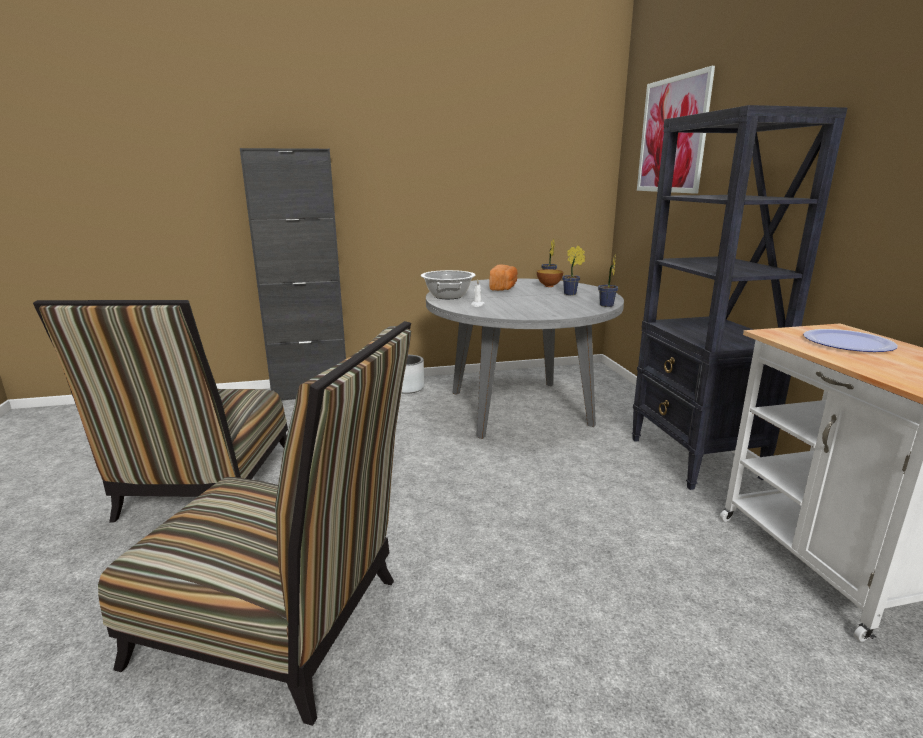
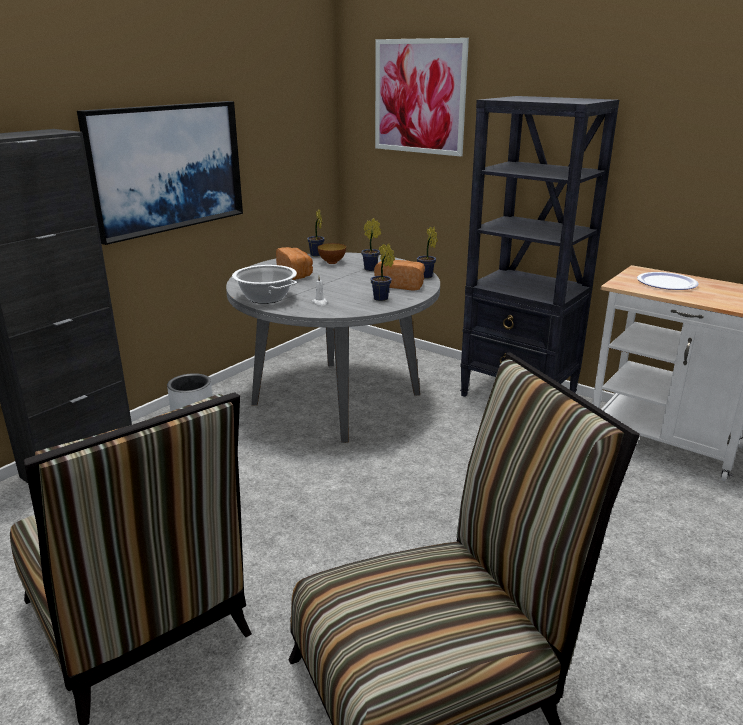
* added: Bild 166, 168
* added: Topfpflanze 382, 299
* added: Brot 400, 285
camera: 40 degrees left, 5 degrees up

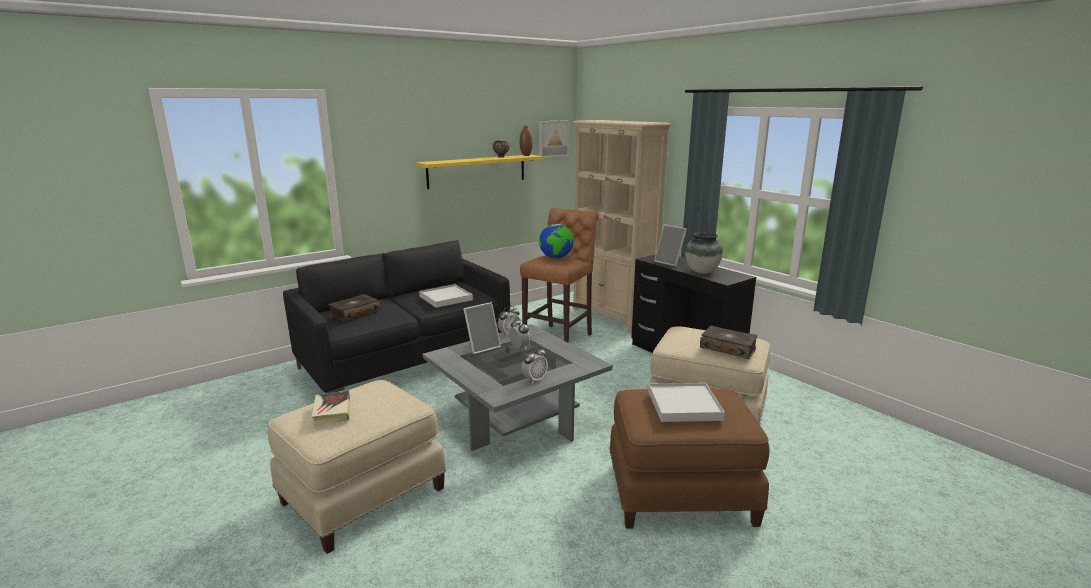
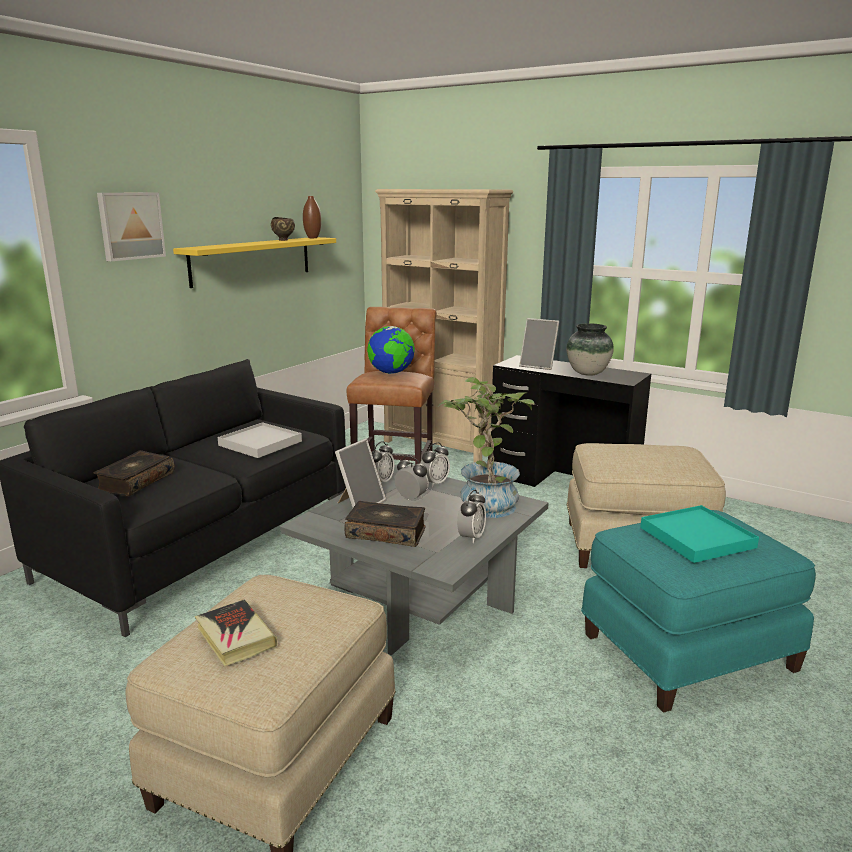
* added: Wecker 434, 483
* added: Topfpflanze 485, 502
* moved: Bild 552, 138 to 130, 226
* moved: Buch 728, 348 to 386, 532
* recoloured: Polsterhocker [braun] 680, 492 to Polsterhocker [türkis] 686, 650
* recoloured: Tablett [weiß] 684, 405 to Tablett [türkis] 697, 537
camera: 20 degrees left, 0 degrees up

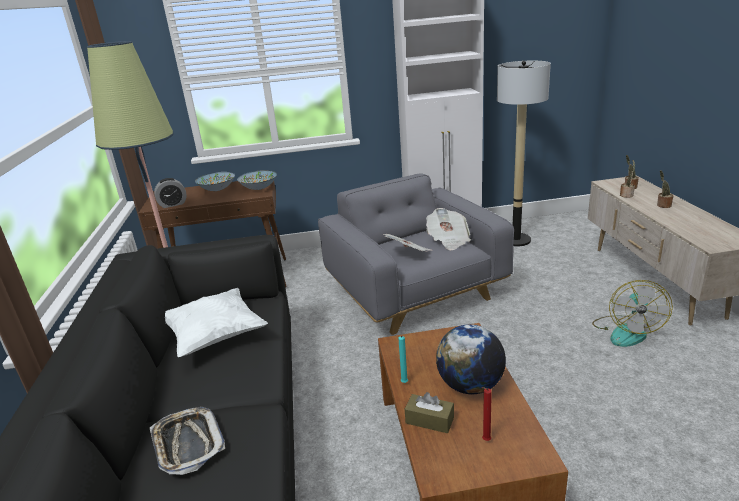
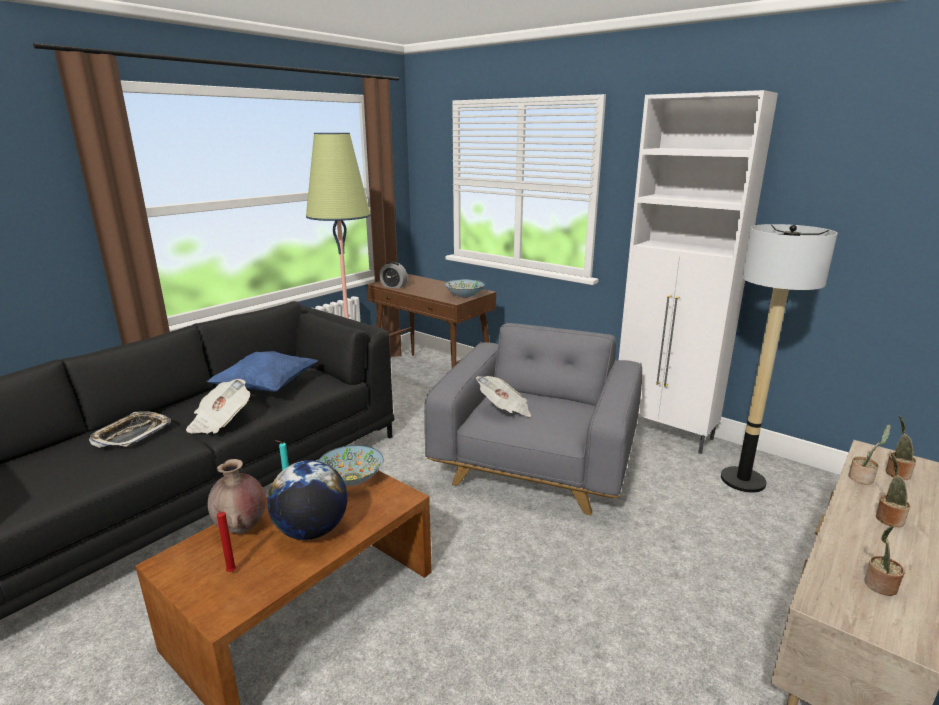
* removed: Ventilator 626, 331
* added: Topfpflanze 879, 586
* moved: Schüssel 217, 189 to 351, 479
* moved: Zeitung 448, 240 to 220, 422
* replaced: Taschentuchbox [braun] 429, 420 to Vase [braun] 242, 529
* recoloured: Kissen [weiß] 215, 336 to Kissen [blau] 266, 387
camera: 45 degrees right, 5 degrees down

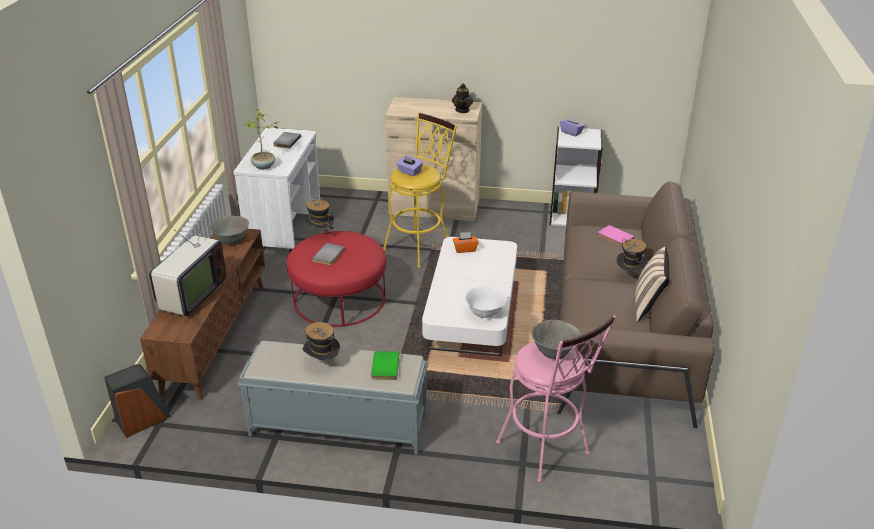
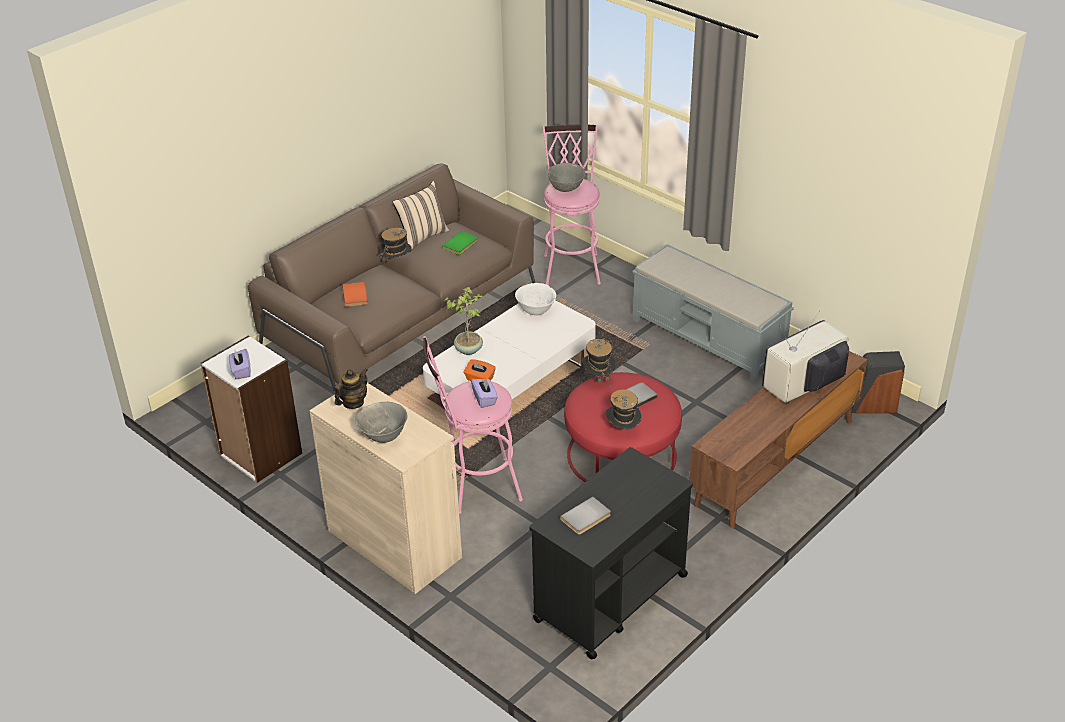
* moved: Schüssel [grau] 231, 240 to 383, 436
* moved: Topfpflanze 264, 166 to 468, 349
* moved: Hut 322, 363 to 598, 379
* moved: Buch [grün] 384, 367 to 461, 244
* recoloured: Rollwagen [weiß] 284, 226 to Rollwagen [schwarz] 610, 598
* recoloured: Hocker [gelb] 421, 246 to Hocker [rosa] 475, 486
* recoloured: Buch [rosa] 614, 237 to Buch [orange] 356, 295
camera: 145 degrees left, 5 degrees up

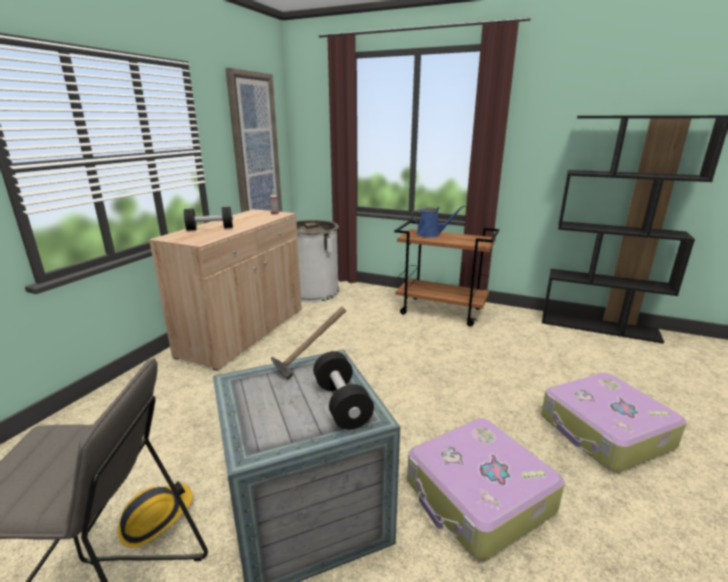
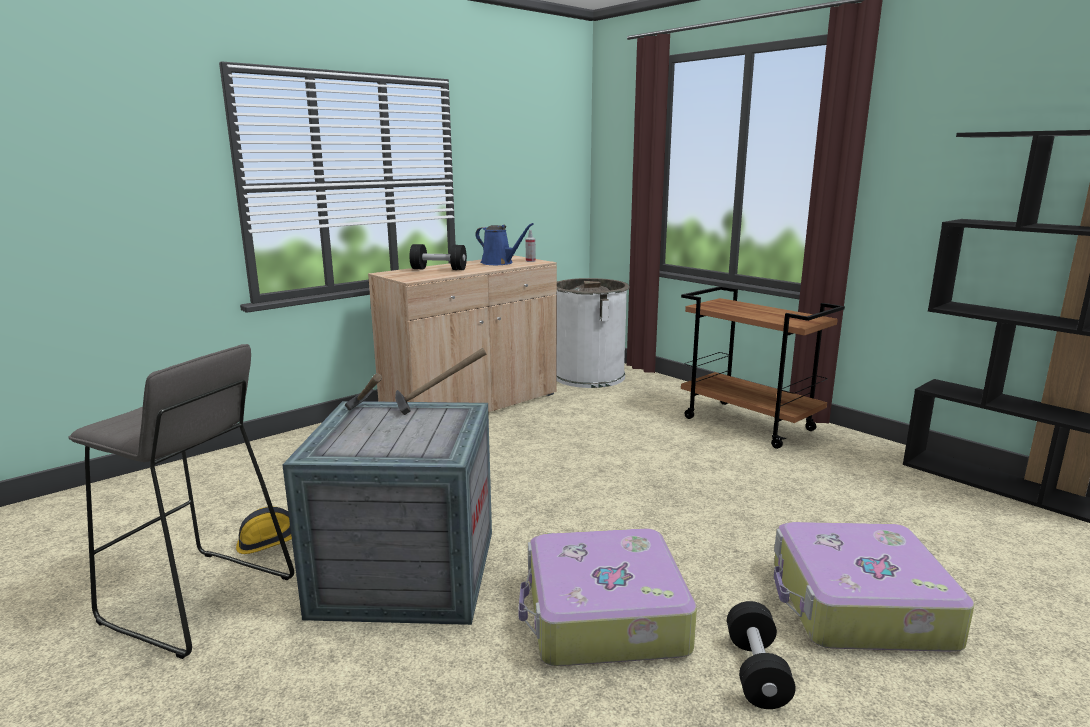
* removed: Bild 255, 151
* added: Hammer 369, 419
* moved: Hantel [schwarz] 341, 404 to 756, 671
* moved: Gießkanne [blau] 431, 234 to 499, 263
camera: 25 degrees right, 5 degrees down

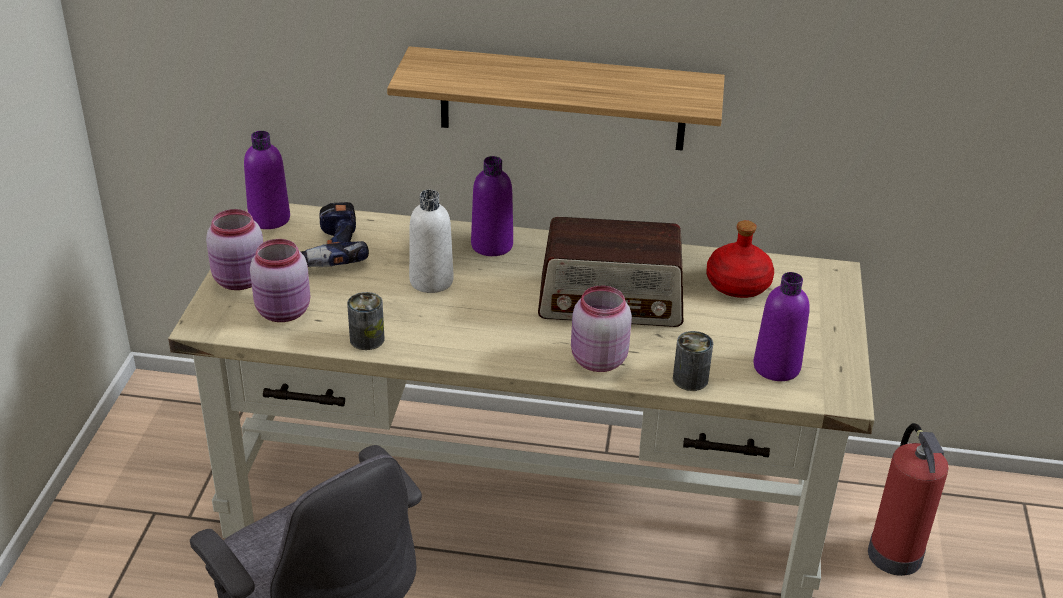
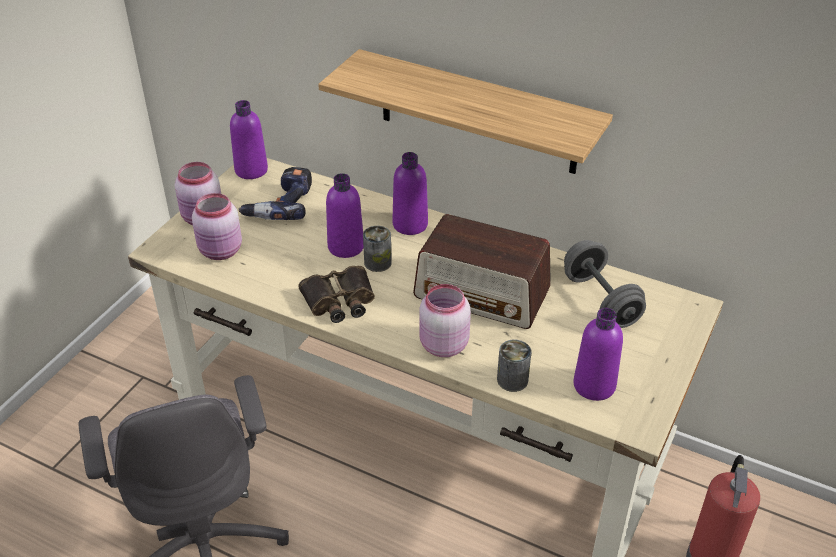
* added: Fernglas 339, 301
* moved: Dose 367, 339 to 377, 262
* replaced: Flasche [rot] 738, 284 to Hantel [grau] 600, 300
* recoloured: Flasche [weiß] 431, 281 to Flasche [lila] 346, 247
camera: 20 degrees right, 5 degrees up

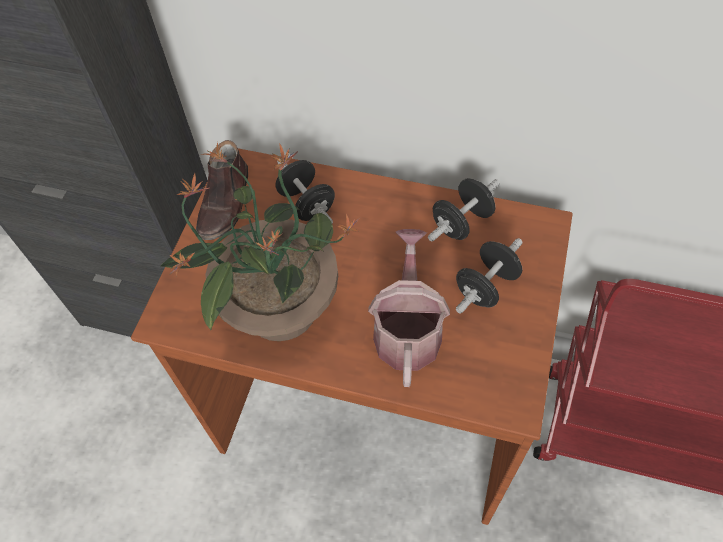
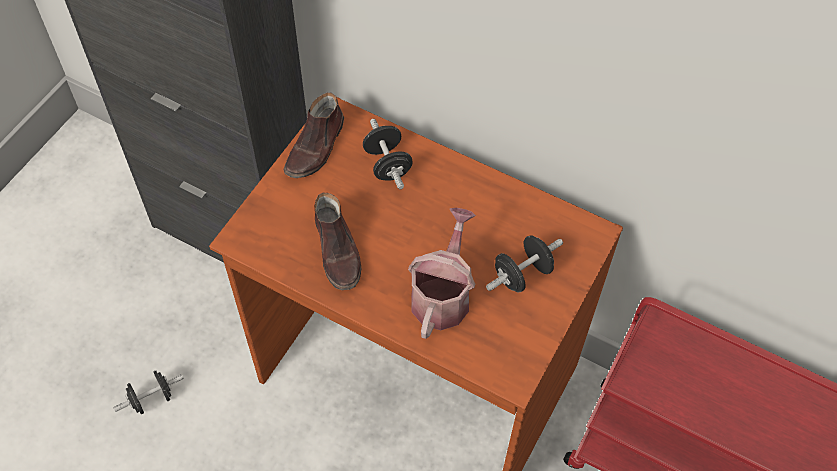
* moved: Hantel [schwarz] 461, 222 to 152, 398
* replaced: Topfpflanze 278, 308 to Schuh [braun] 338, 251
camera: 10 degrees right, 0 degrees up

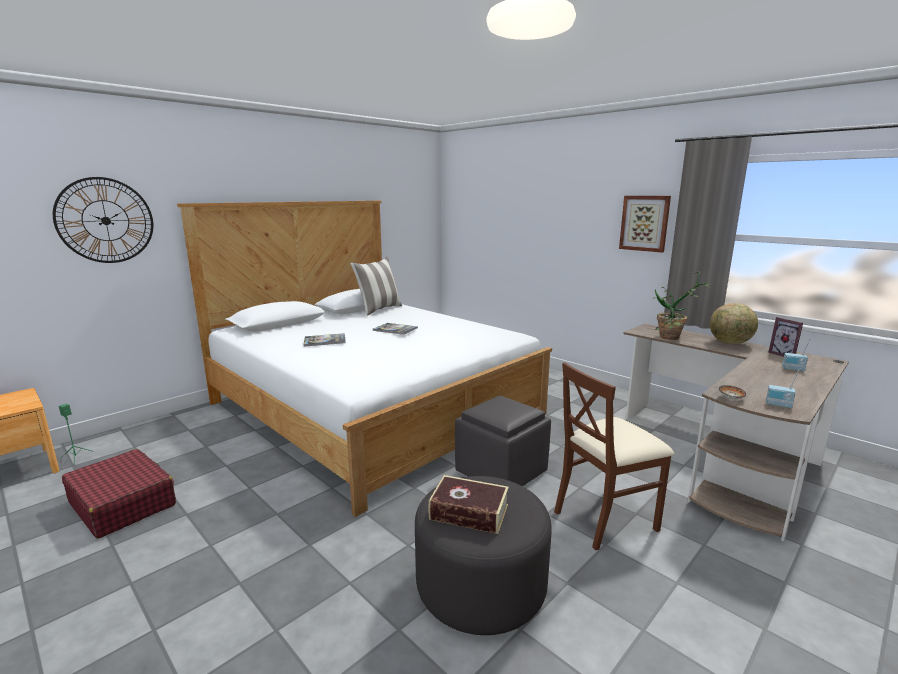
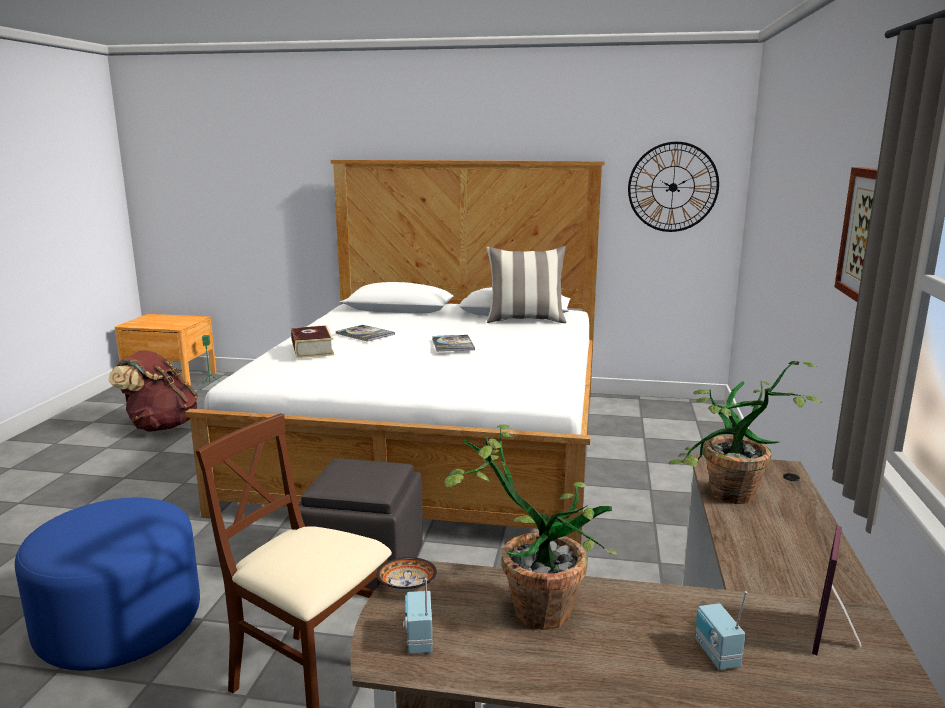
* removed: Globus 730, 343
* added: Topfpflanze 530, 605
* moved: Wanduhr 105, 220 to 673, 187
* moved: Buch 469, 512 to 312, 349
* replaced: Koffer [rot] 122, 503 to Rucksack [braun] 160, 426
* recoloured: Polsterhocker [grau] 480, 586 to Polsterhocker [blau] 120, 624
camera: 55 degrees right, 0 degrees up

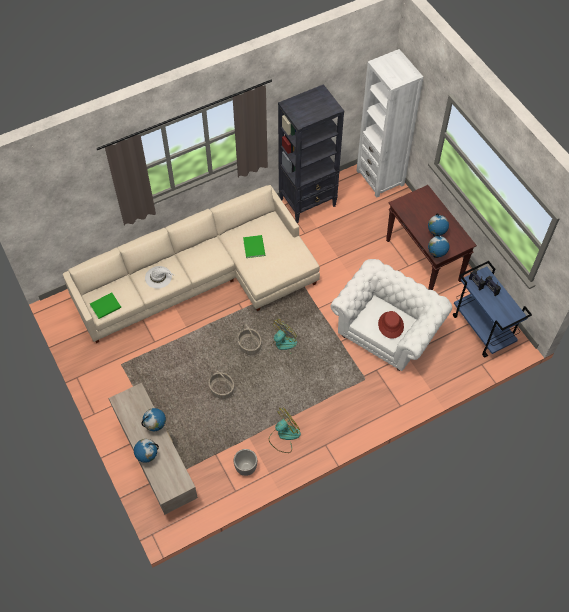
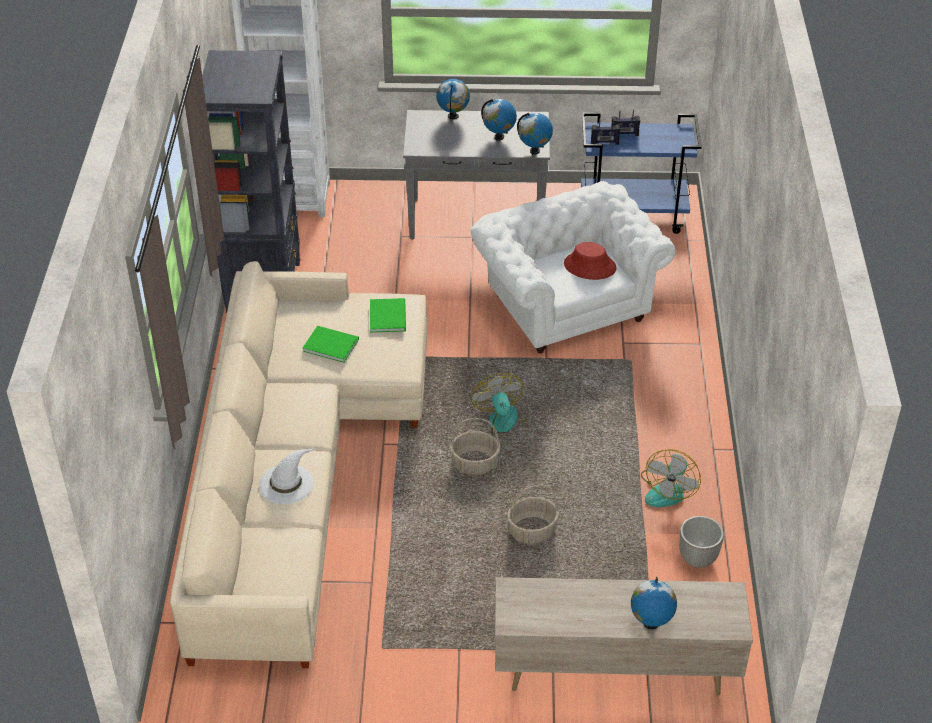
* moved: Buch [grün] 106, 306 to 389, 315
* moved: Globus 156, 426 to 453, 116
* recoloured: Konsolentisch [braun] 424, 261 to Konsolentisch [grau] 477, 219
* turned: Ventilator 284, 435 = 668, 489 150 degrees counterclockwise
camera: 60 degrees left, 15 degrees down

